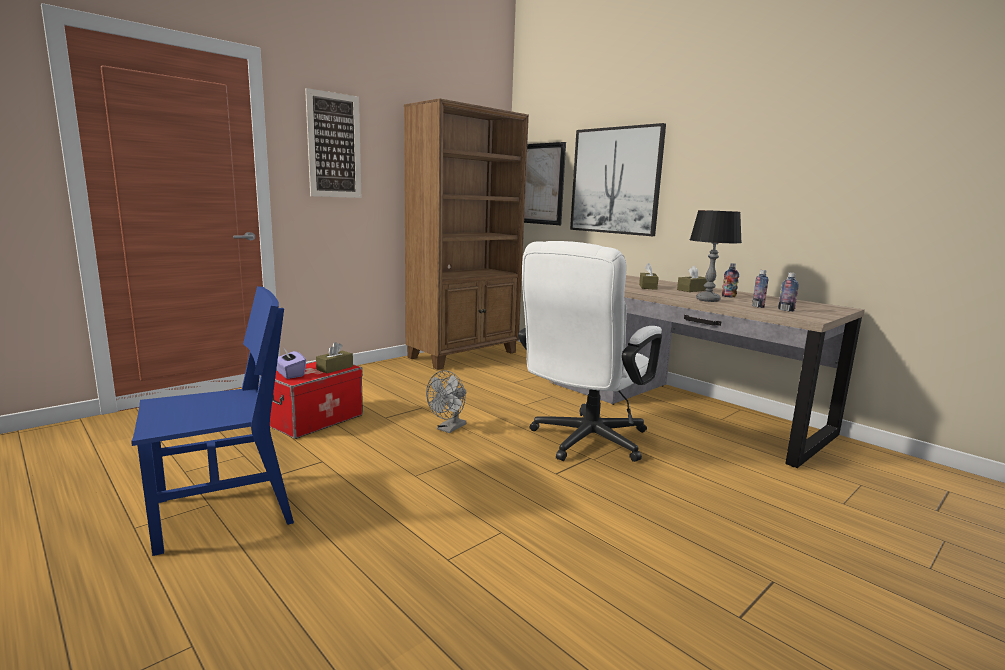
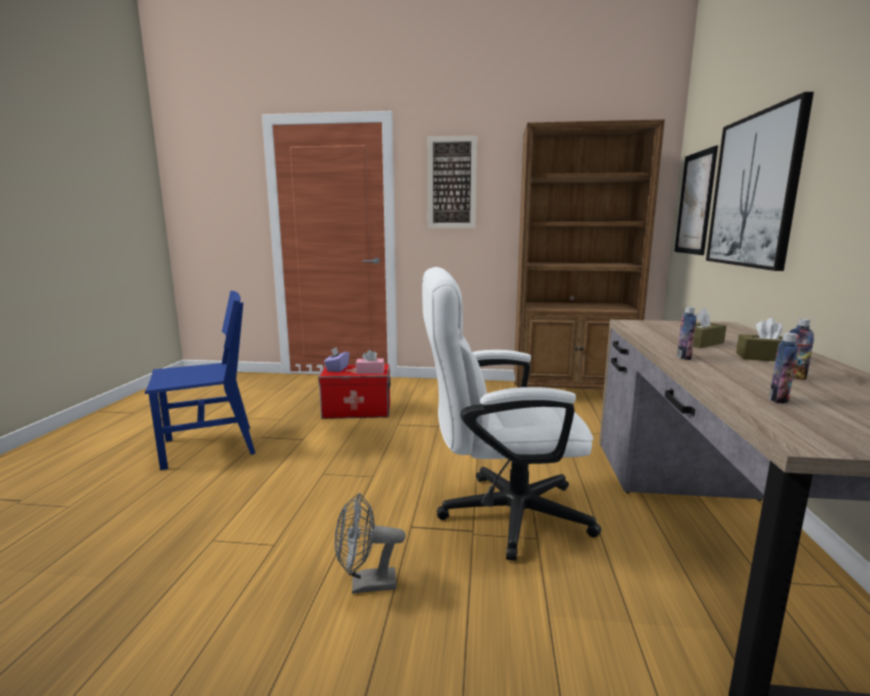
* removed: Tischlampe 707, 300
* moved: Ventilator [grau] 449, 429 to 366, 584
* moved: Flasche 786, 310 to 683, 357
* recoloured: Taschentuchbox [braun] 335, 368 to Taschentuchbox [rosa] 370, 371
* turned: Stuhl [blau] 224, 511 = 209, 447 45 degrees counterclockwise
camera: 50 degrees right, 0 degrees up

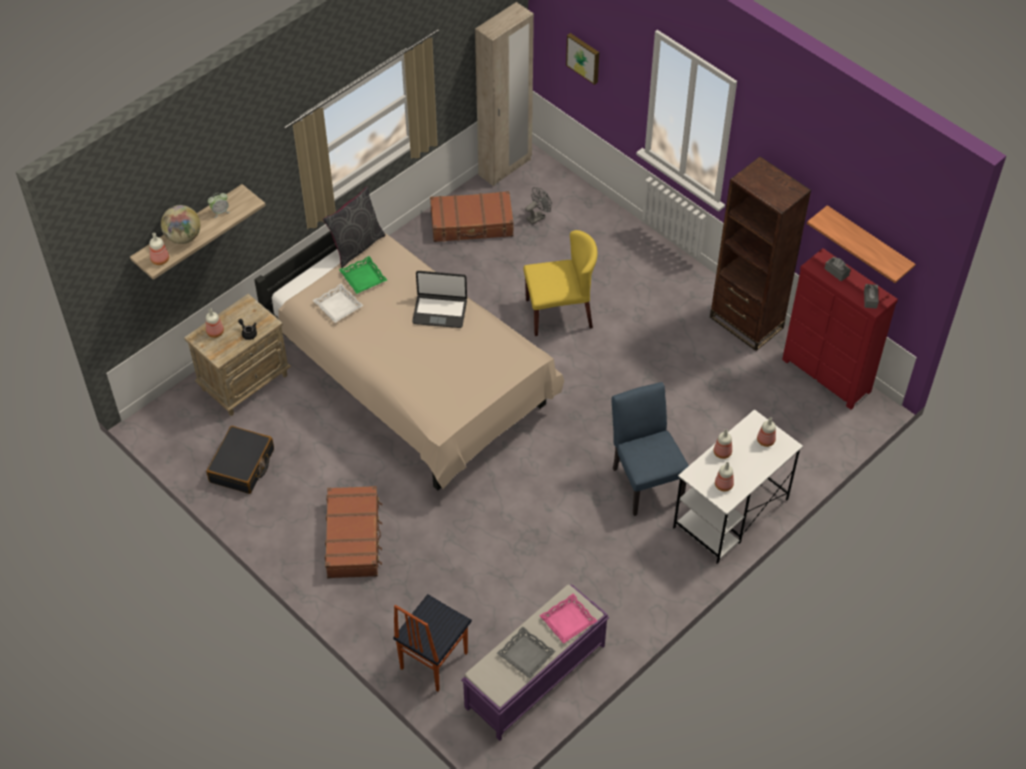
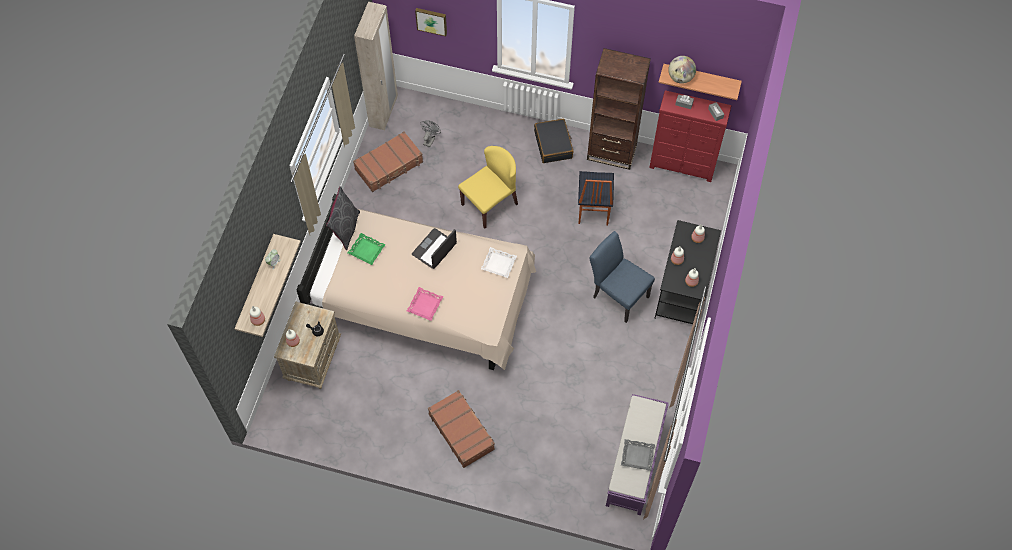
* moved: Globus 183, 237 to 680, 77
* moved: Koffer [schwarz] 242, 466 to 553, 145
* moved: Tablett [weiß] 338, 306 to 498, 264
* moved: Stuhl 432, 660 to 592, 210
* moved: Tablett [rosa] 568, 621 to 425, 305
* recoloured: Schreibtisch [weiß] 730, 514 to Schreibtisch [schwarz] 682, 290
* turned: Laptop 440, 311 = 434, 249 150 degrees clockwise
camera: 30 degrees left, 10 degrees up

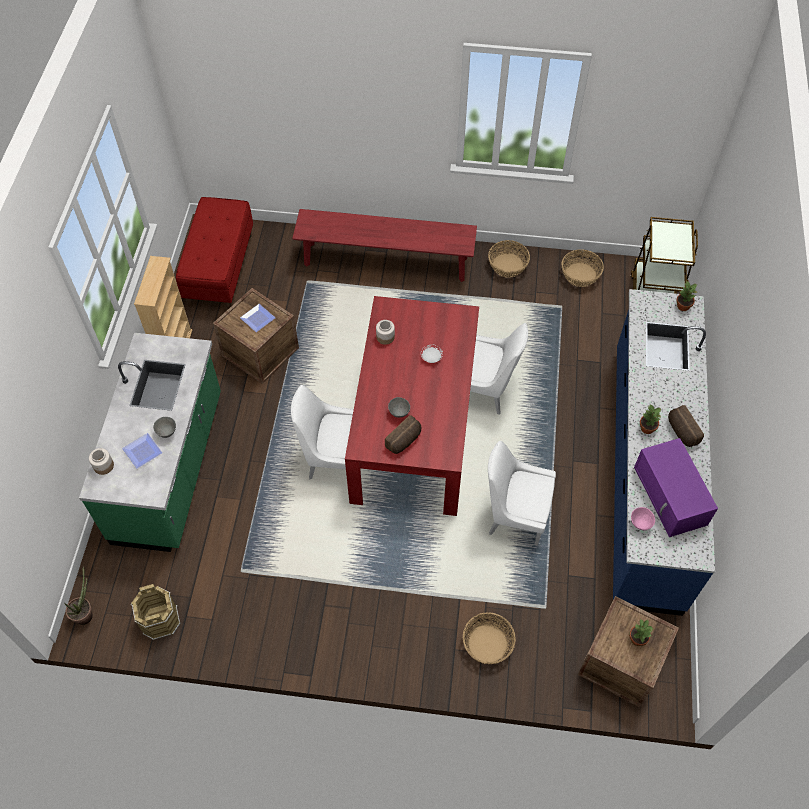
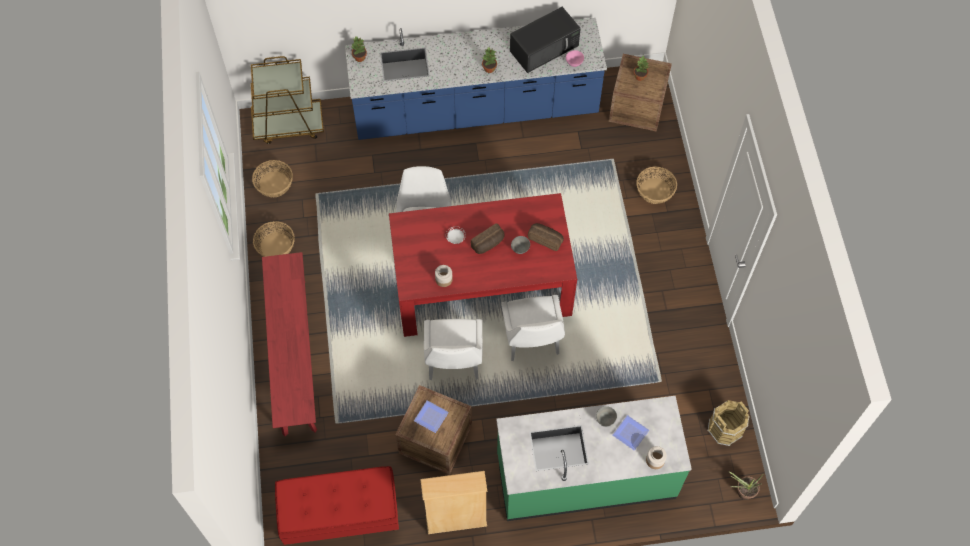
* moved: Stuhl [weiß] 515, 515 to 453, 362
* moved: Brot 681, 432 to 488, 244
* recoloured: Mikrowelle [lila] 671, 496 to Mikrowelle [schwarz] 545, 47
camera: 105 degrees left, 5 degrees up

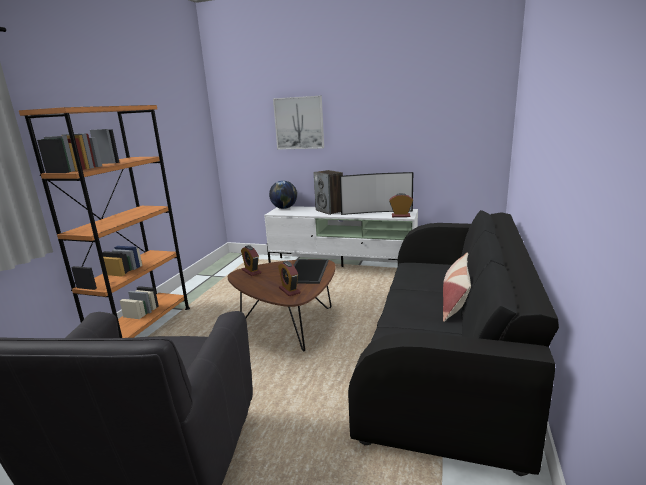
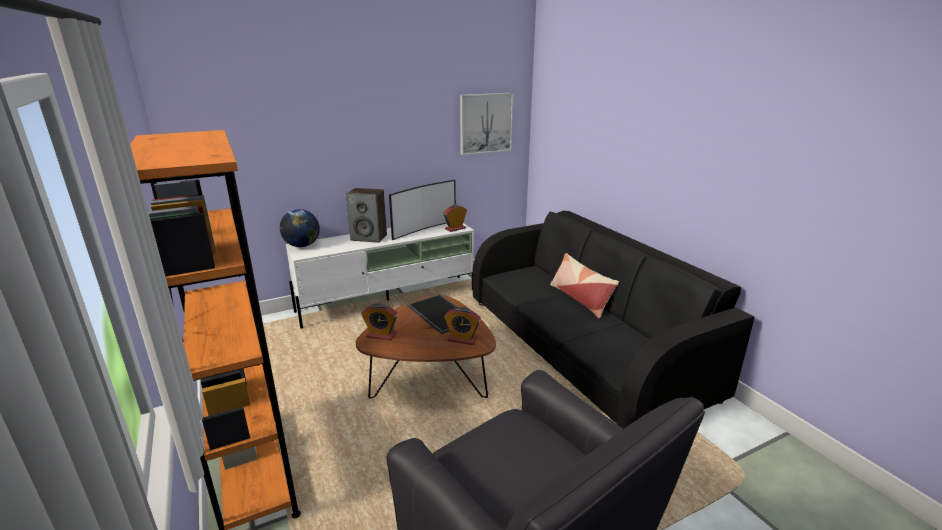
* moved: Bild 299, 123 to 485, 123
camera: 45 degrees left, 5 degrees up

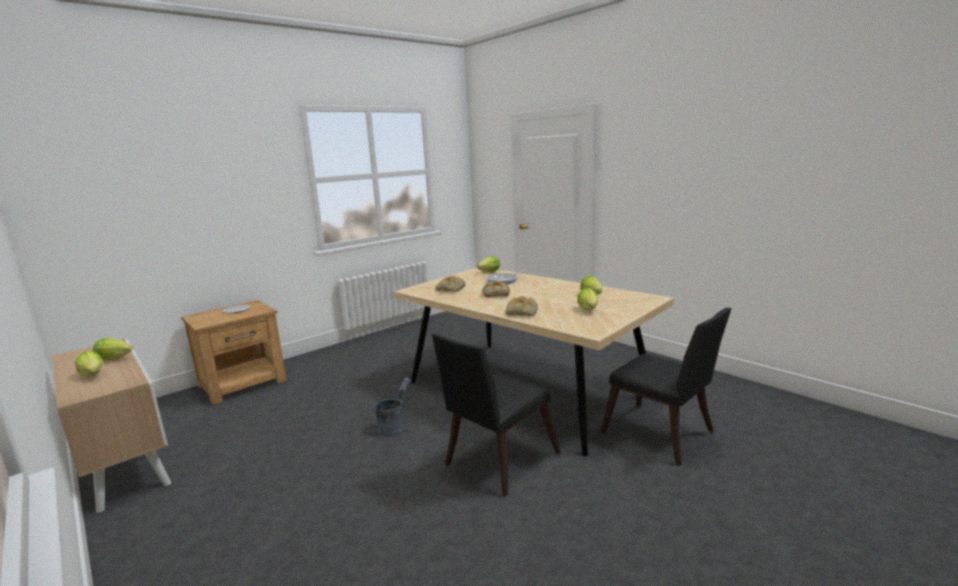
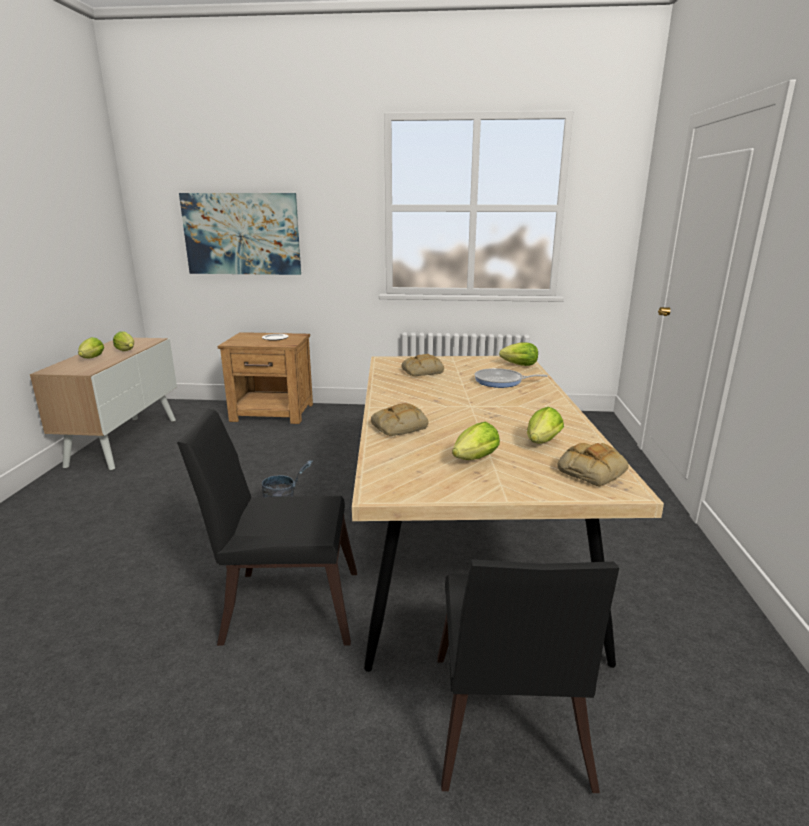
* added: Bild 242, 234
* moved: Brot 495, 293 to 591, 470
camera: 45 degrees right, 5 degrees up

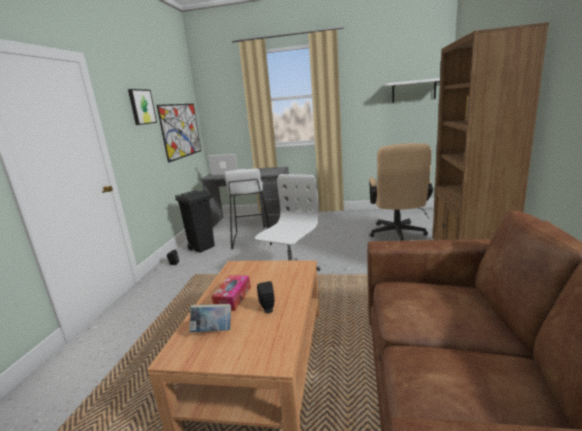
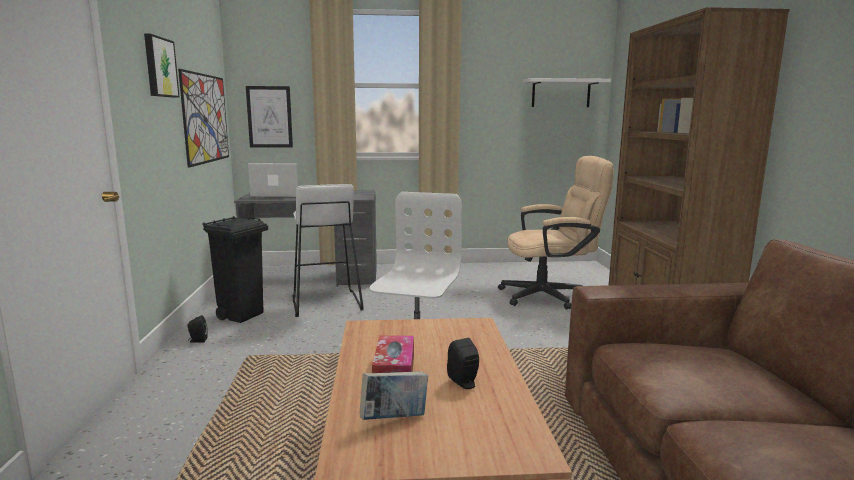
* added: Bild 269, 117
* turned: Bürostuhl [beige] 397, 235 = 550, 295 90 degrees counterclockwise
camera: 15 degrees left, 5 degrees down

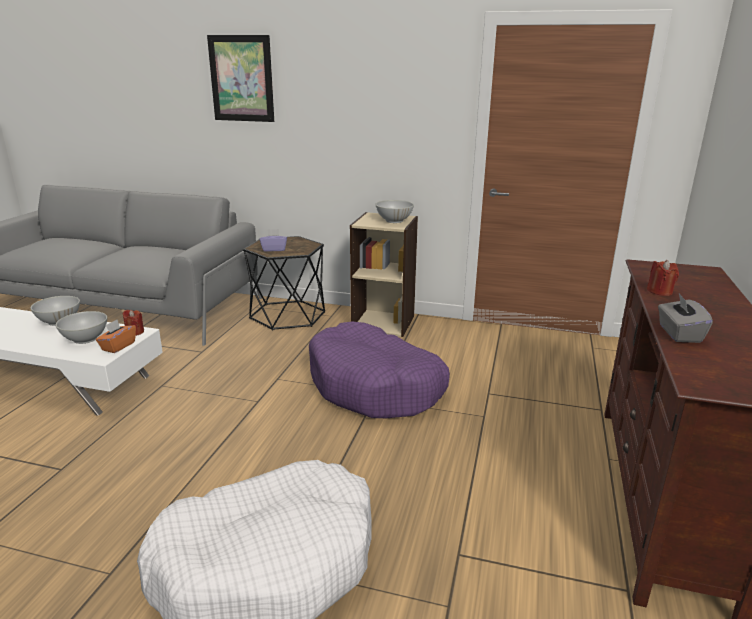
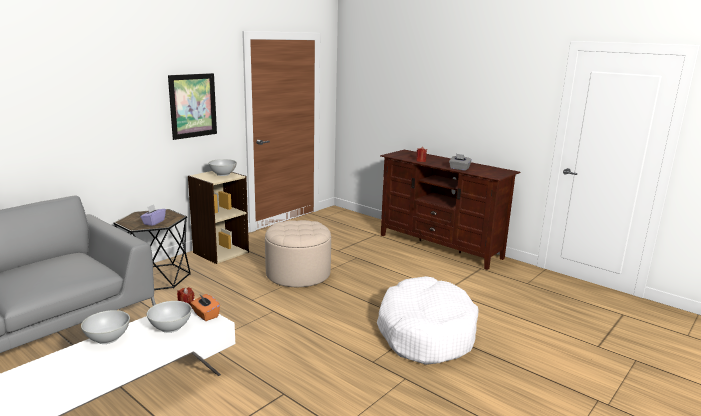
* moved: Bild 241, 79 to 193, 105
* replaced: Hundebett [lila] 375, 386 to Polsterhocker [beige] 298, 274
camera: 65 degrees left, 5 degrees down

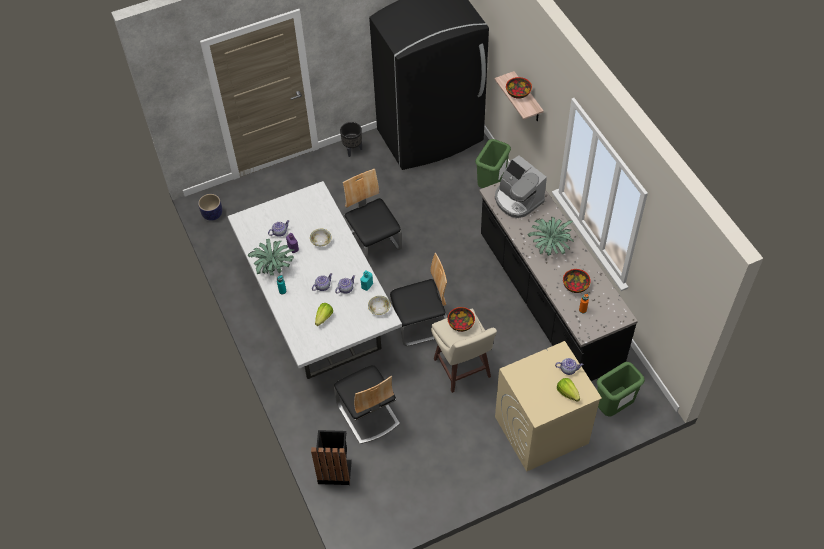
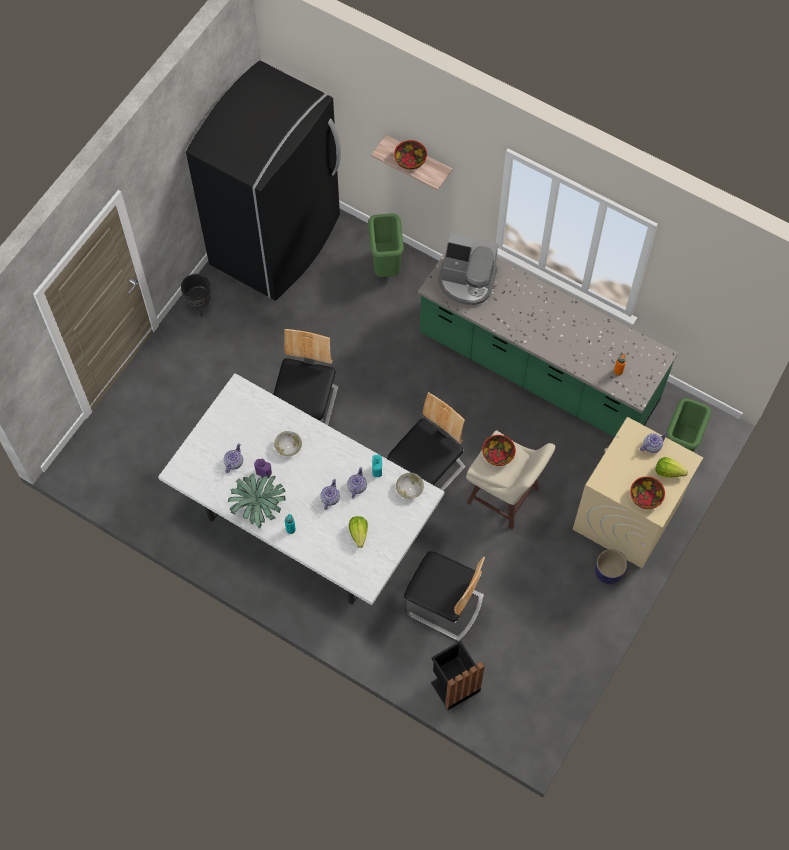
* removed: Topfpflanze 550, 246
* moved: Pflanzkübel 212, 214 to 608, 572
* moved: Schüssel 575, 285 to 645, 497
* recoloured: Küchenzeile [schwarz] 547, 301 to Küchenzeile [grün] 537, 370
* turned: Stuhl 373, 243 = 307, 407 75 degrees clockwise
camera: 35 degrees left, 10 degrees up

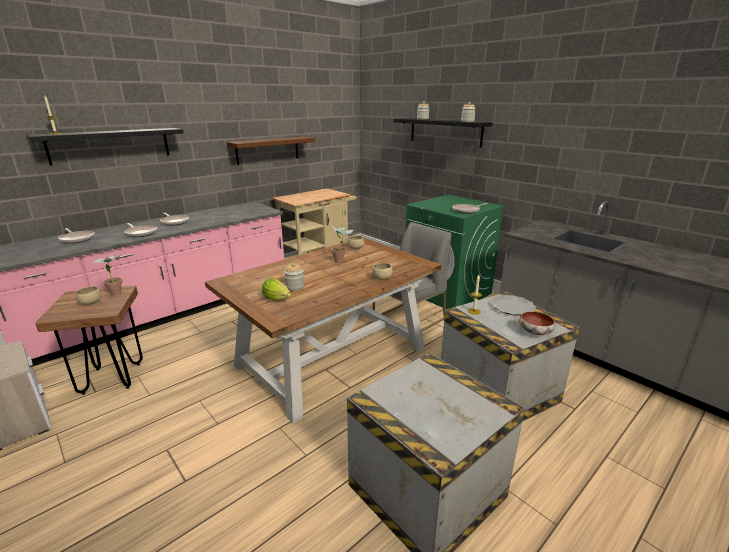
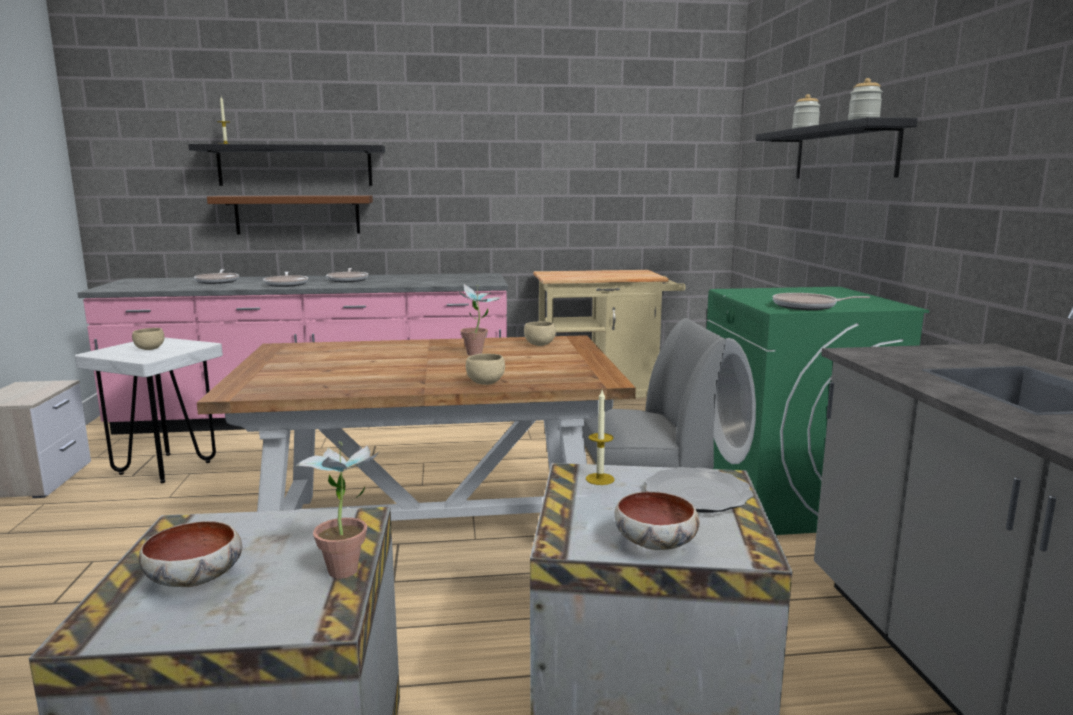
* removed: Salatkopf 278, 300
* removed: Vorratsglas 295, 286
* added: Schüssel 196, 580
* moved: Topfpflanze 116, 292 to 347, 565
* moved: Wandregal [braun] 268, 150 to 297, 214
* recoloured: Hocker [braun] 112, 378 to Hocker [weiß] 165, 468
camera: 35 degrees right, 10 degrees down

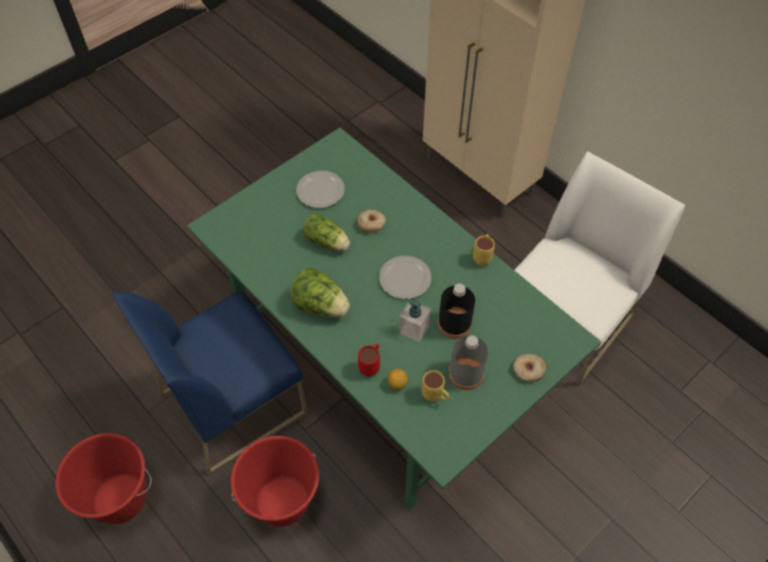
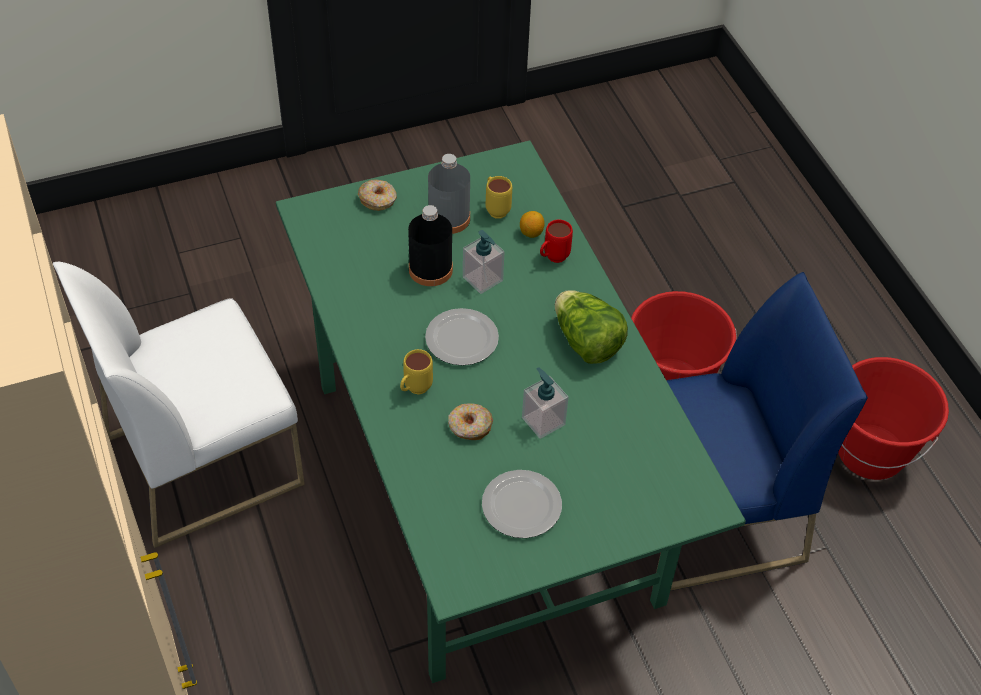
* moved: Henkelbecher [gelb] 482, 257 to 414, 390
* replaced: Salatkopf 328, 242 to Seifenspender 543, 421
camera: 160 degrees left, 5 degrees down

